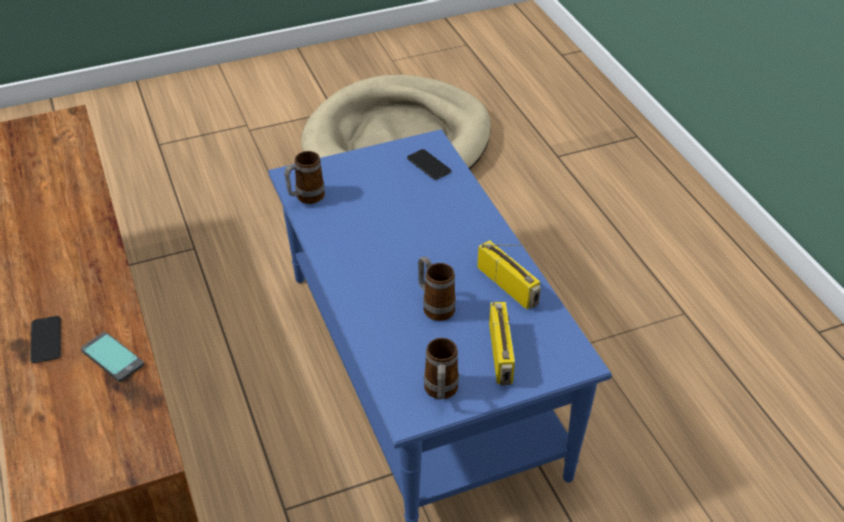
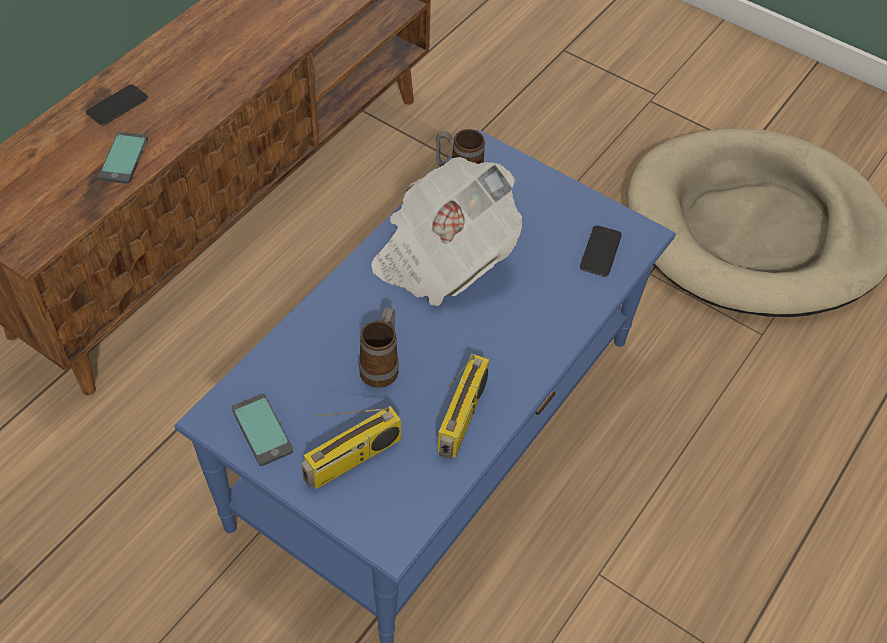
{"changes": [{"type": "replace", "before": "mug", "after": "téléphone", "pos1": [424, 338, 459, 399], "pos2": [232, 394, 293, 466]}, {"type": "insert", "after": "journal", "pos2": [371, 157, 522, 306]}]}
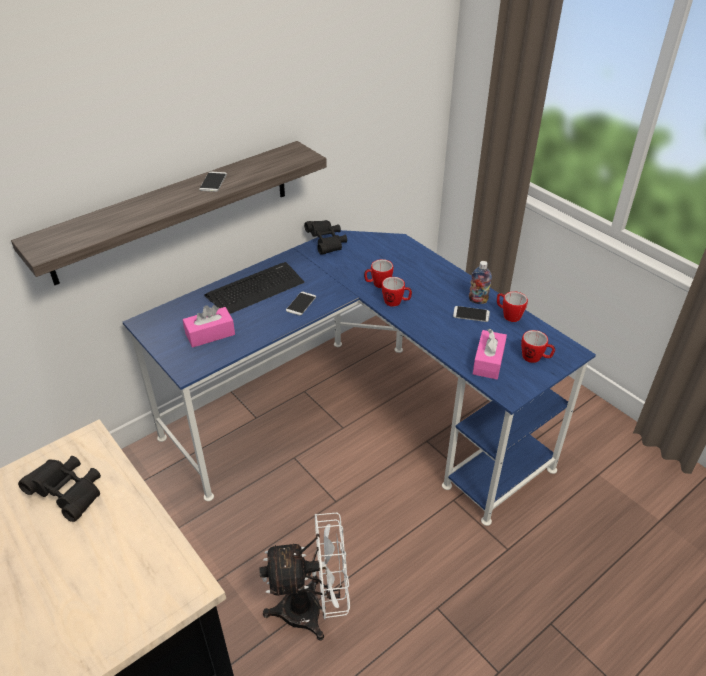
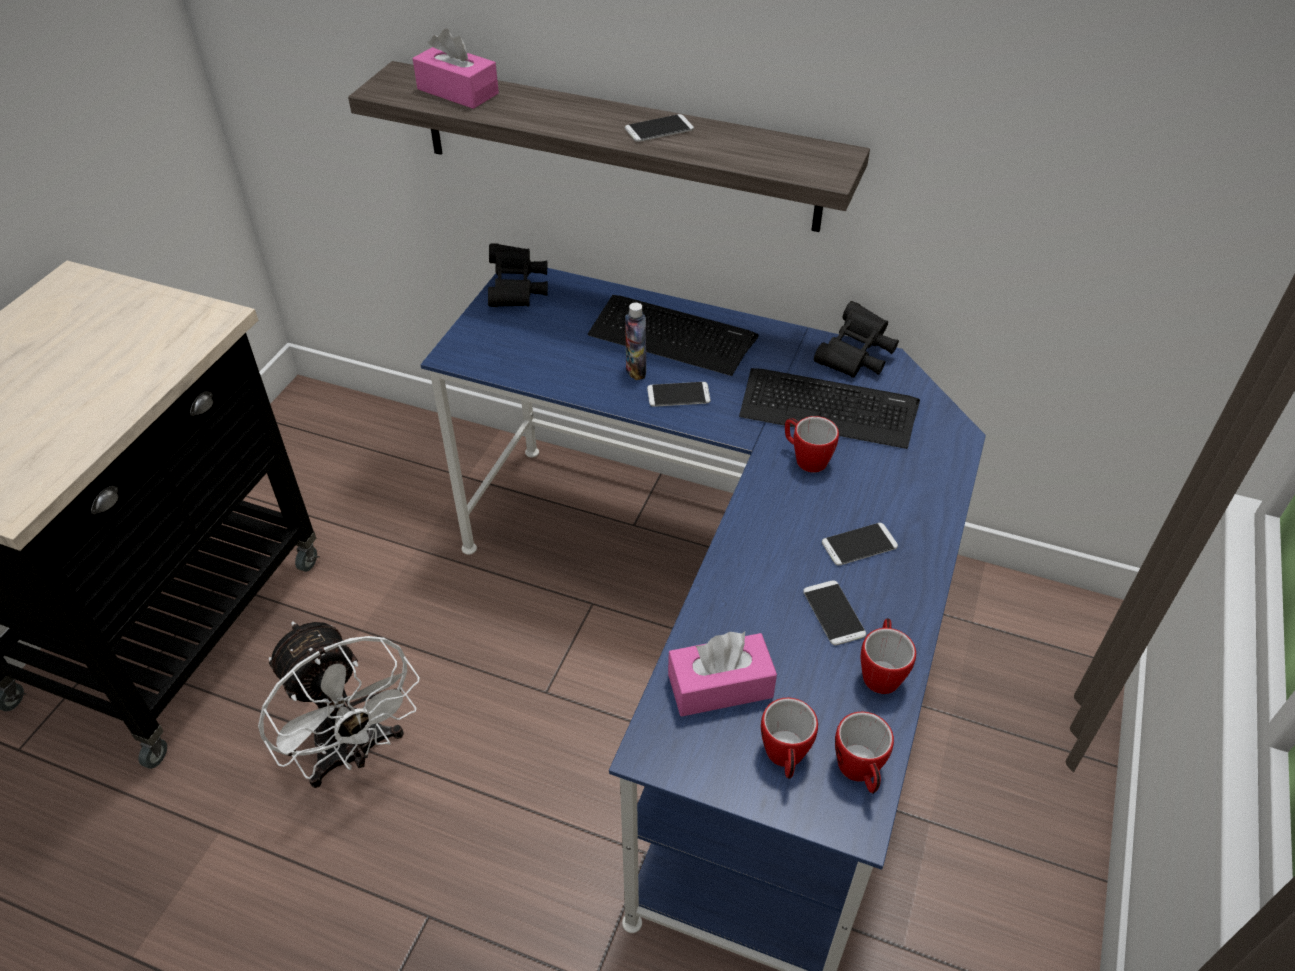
{"changes": [{"type": "move", "before": "jumelles (noir)", "pos1": [18, 456, 101, 522], "pos2": [488, 244, 548, 307]}, {"type": "move", "before": "boîte à mouchoirs (rose)", "pos1": [183, 305, 235, 348], "pos2": [413, 28, 499, 109]}, {"type": "move", "before": "mug", "pos1": [382, 277, 412, 307], "pos2": [835, 712, 894, 794]}, {"type": "move", "before": "bouteille", "pos1": [469, 261, 492, 304], "pos2": [625, 302, 646, 380]}, {"type": "insert", "after": "clavier", "pos2": [739, 368, 920, 449]}, {"type": "insert", "after": "téléphone", "pos2": [822, 523, 898, 566]}]}
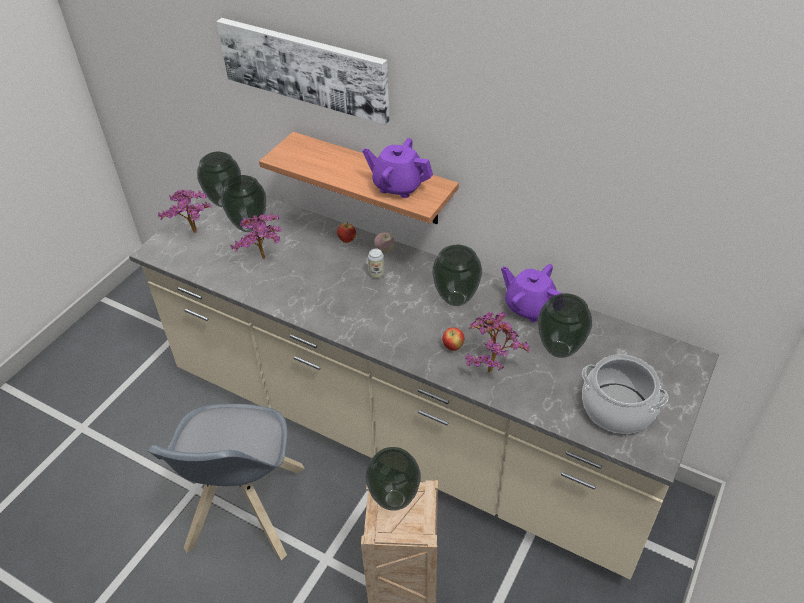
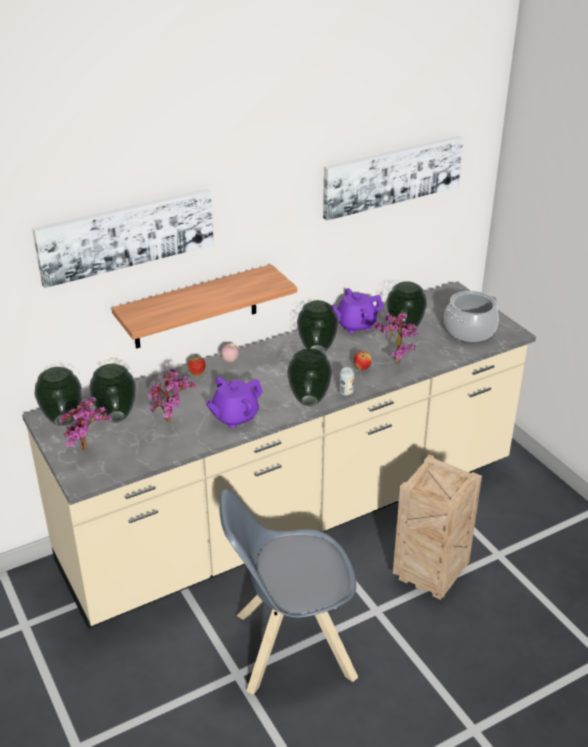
{"changes": [{"type": "rotate", "before": "chaise (gris)", "pos1": [147, 404, 305, 560], "pos2": [219, 489, 358, 695], "turn": 135}, {"type": "move", "before": "théière (violet)", "pos1": [362, 138, 433, 198], "pos2": [205, 377, 263, 428]}, {"type": "move", "before": "vase", "pos1": [365, 447, 421, 511], "pos2": [287, 348, 332, 406]}, {"type": "move", "before": "boîte métallique", "pos1": [368, 248, 385, 278], "pos2": [339, 367, 354, 396]}, {"type": "insert", "after": "tableau", "pos2": [323, 136, 463, 221]}]}
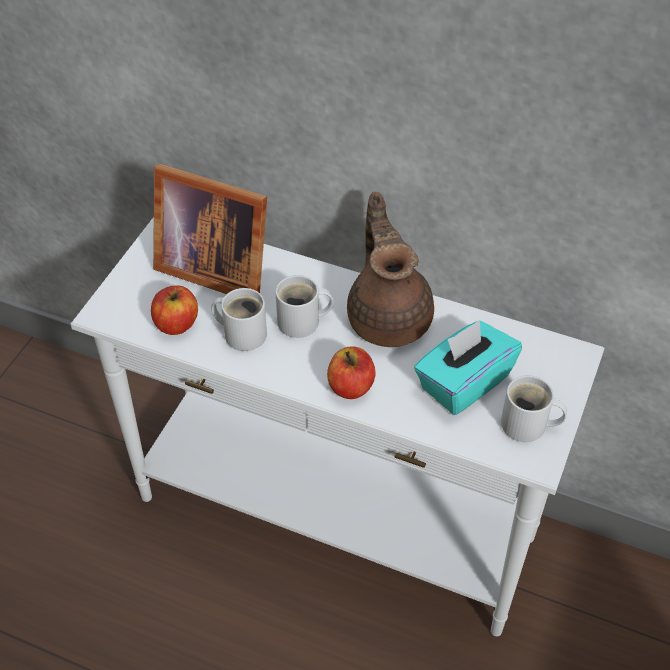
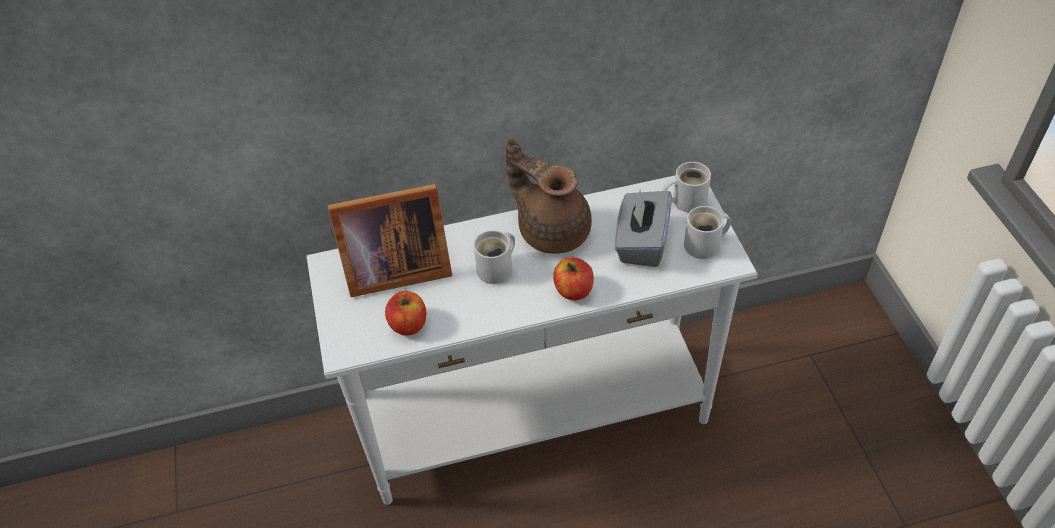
{"changes": [{"type": "move", "before": "mug (blanc)", "pos1": [211, 288, 267, 351], "pos2": [663, 162, 711, 213]}, {"type": "recolor", "before": "boîte à mouchoirs (turquoise)", "after": "boîte à mouchoirs (gris)", "pos1": [414, 320, 522, 415], "pos2": [615, 190, 672, 267]}]}
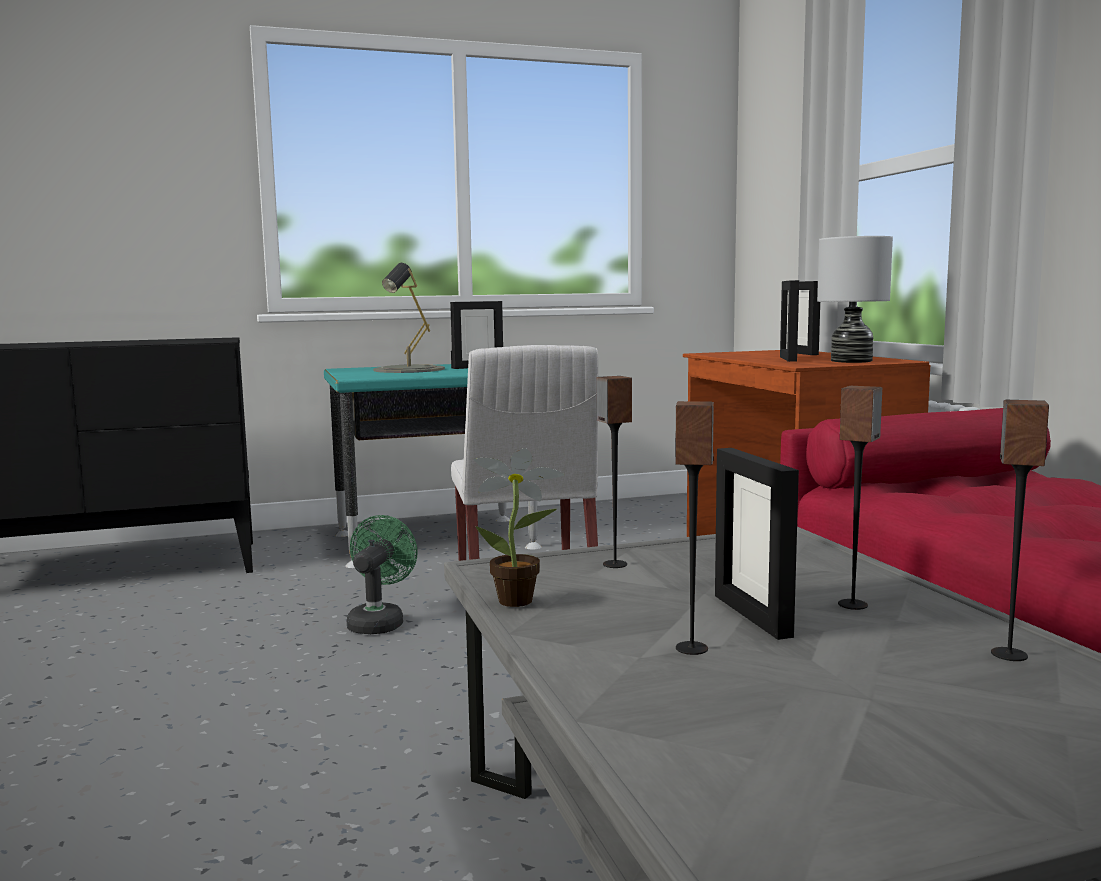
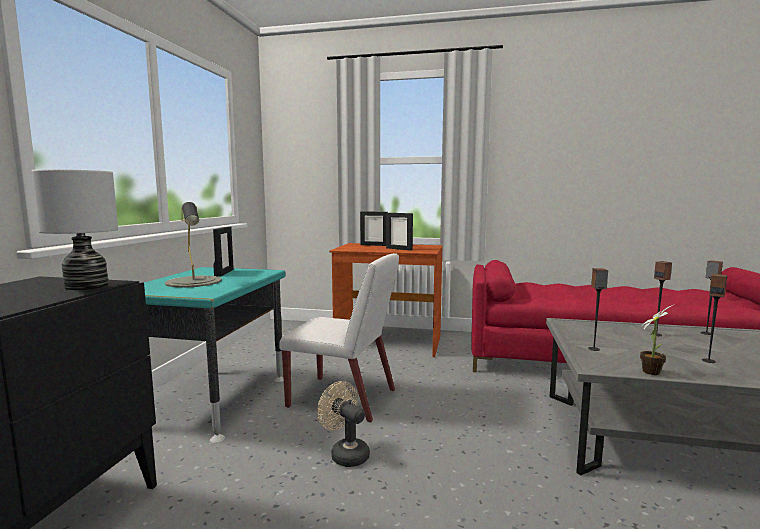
{"changes": [{"type": "recolor", "before": "ventilateur (vert)", "after": "ventilateur (beige)", "pos1": [347, 515, 418, 634], "pos2": [317, 381, 370, 467]}, {"type": "delete", "before": "cadre photo", "pos1": [715, 448, 799, 640]}, {"type": "move", "before": "lampe de table (gris)", "pos1": [817, 236, 893, 363], "pos2": [32, 169, 118, 290]}]}
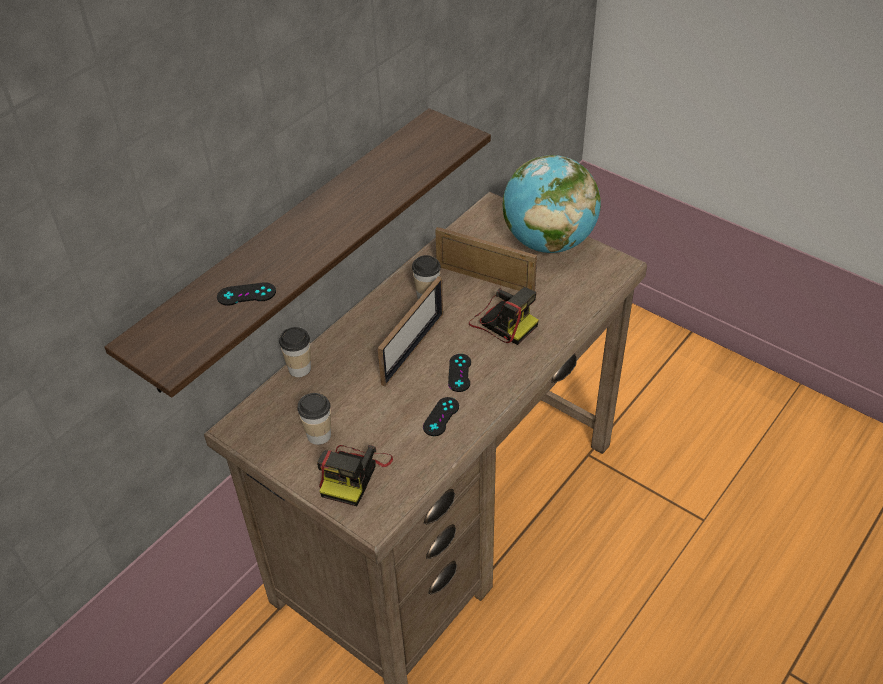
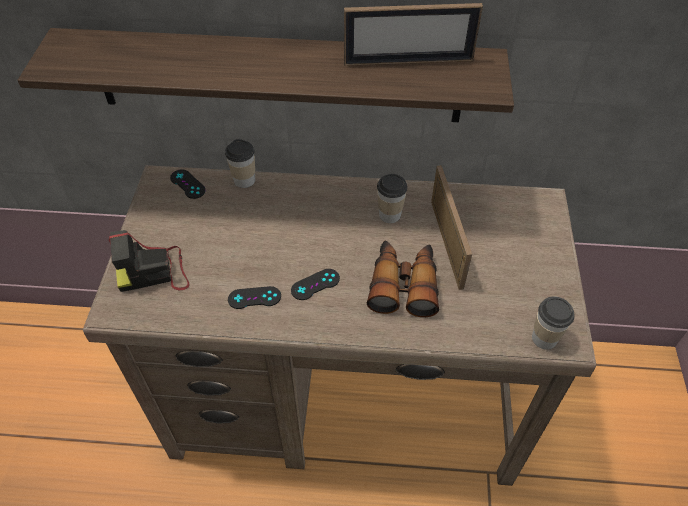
{"changes": [{"type": "move", "before": "manette (noir)", "pos1": [217, 282, 276, 306], "pos2": [170, 169, 206, 199]}, {"type": "move", "before": "tasse", "pos1": [298, 393, 331, 445], "pos2": [532, 296, 575, 350]}, {"type": "move", "before": "cadre photo", "pos1": [378, 276, 443, 386], "pos2": [344, 3, 483, 66]}, {"type": "replace", "before": "appareil photo", "after": "jumelles", "pos1": [469, 287, 539, 345], "pos2": [367, 240, 439, 317]}, {"type": "delete", "before": "globe", "pos1": [503, 155, 601, 253]}]}
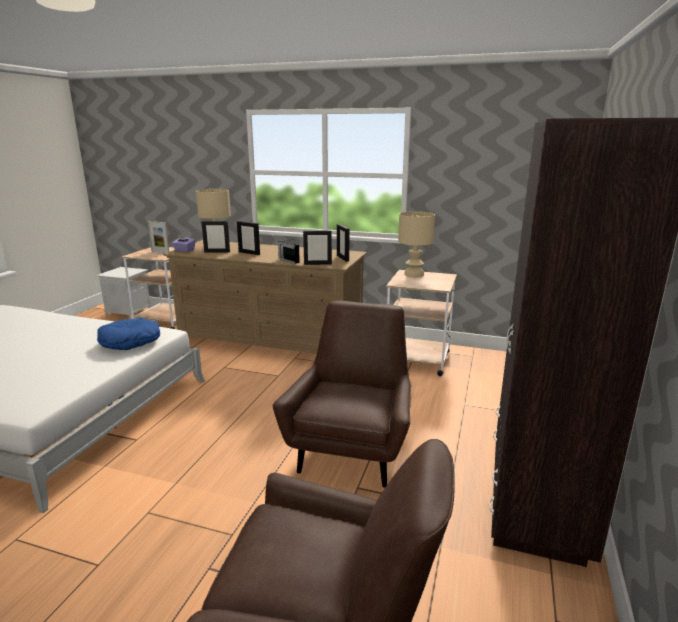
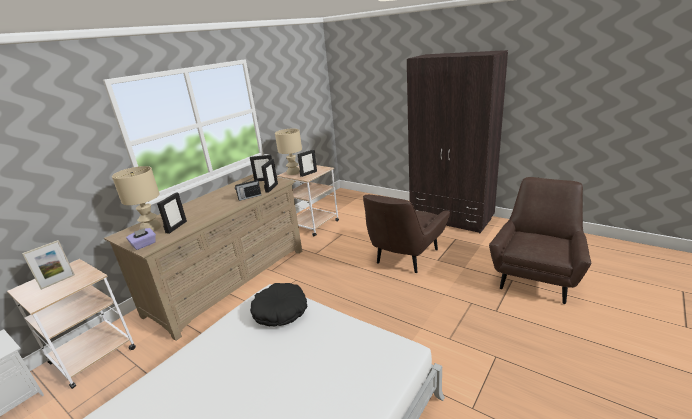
{"changes": [{"type": "recolor", "before": "coussin (bleu)", "after": "coussin (noir)", "pos1": [97, 317, 160, 350], "pos2": [250, 283, 307, 326]}, {"type": "move", "before": "cadre photo", "pos1": [237, 221, 260, 255], "pos2": [298, 150, 317, 177]}, {"type": "rotate", "before": "fauteuil (marron)", "pos1": [273, 301, 411, 488], "pos2": [363, 195, 450, 273], "turn": -90}]}
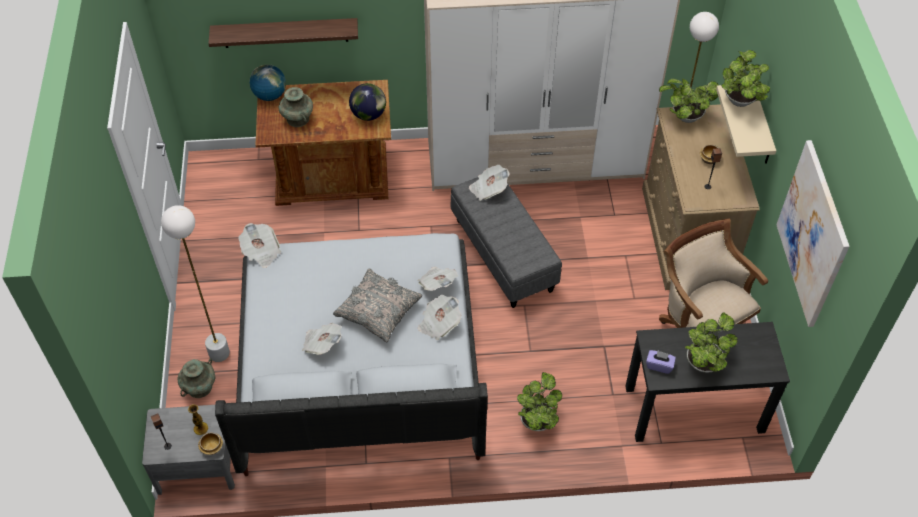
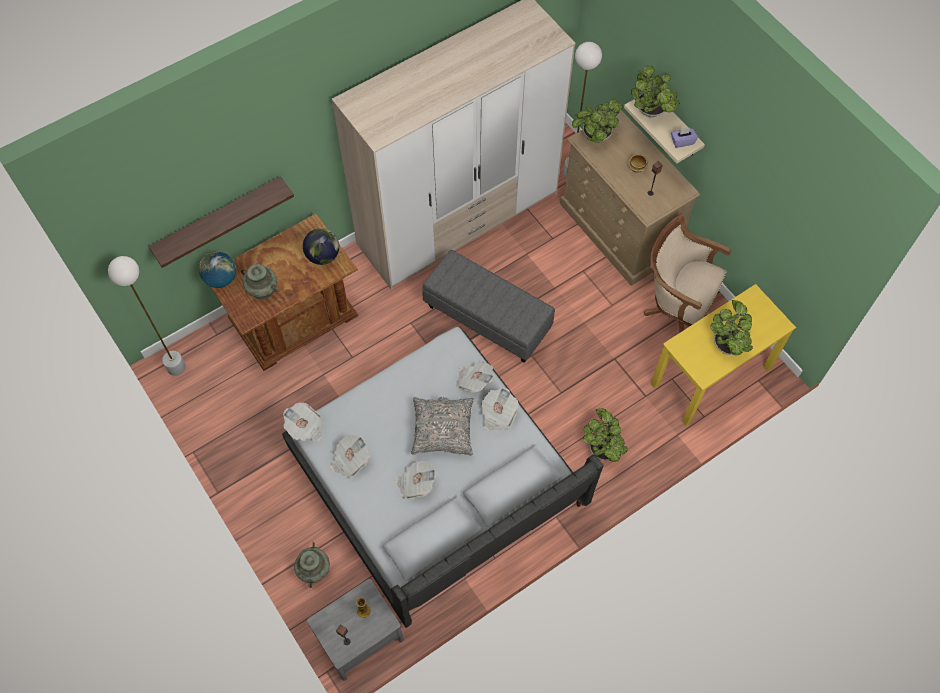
{"changes": [{"type": "move", "before": "lampadaire (blanc)", "pos1": [161, 205, 230, 362], "pos2": [108, 256, 186, 376]}, {"type": "delete", "before": "bol", "pos1": [198, 432, 223, 455]}, {"type": "move", "before": "journal", "pos1": [469, 165, 510, 201], "pos2": [330, 434, 369, 479]}, {"type": "recolor", "before": "bureau (noir)", "after": "bureau (jaune)", "pos1": [625, 322, 790, 442], "pos2": [651, 284, 796, 426]}, {"type": "move", "before": "boîte à mouchoirs (violet)", "pos1": [646, 350, 676, 374], "pos2": [671, 128, 698, 148]}, {"type": "delete", "before": "tableau", "pos1": [776, 140, 850, 327]}]}
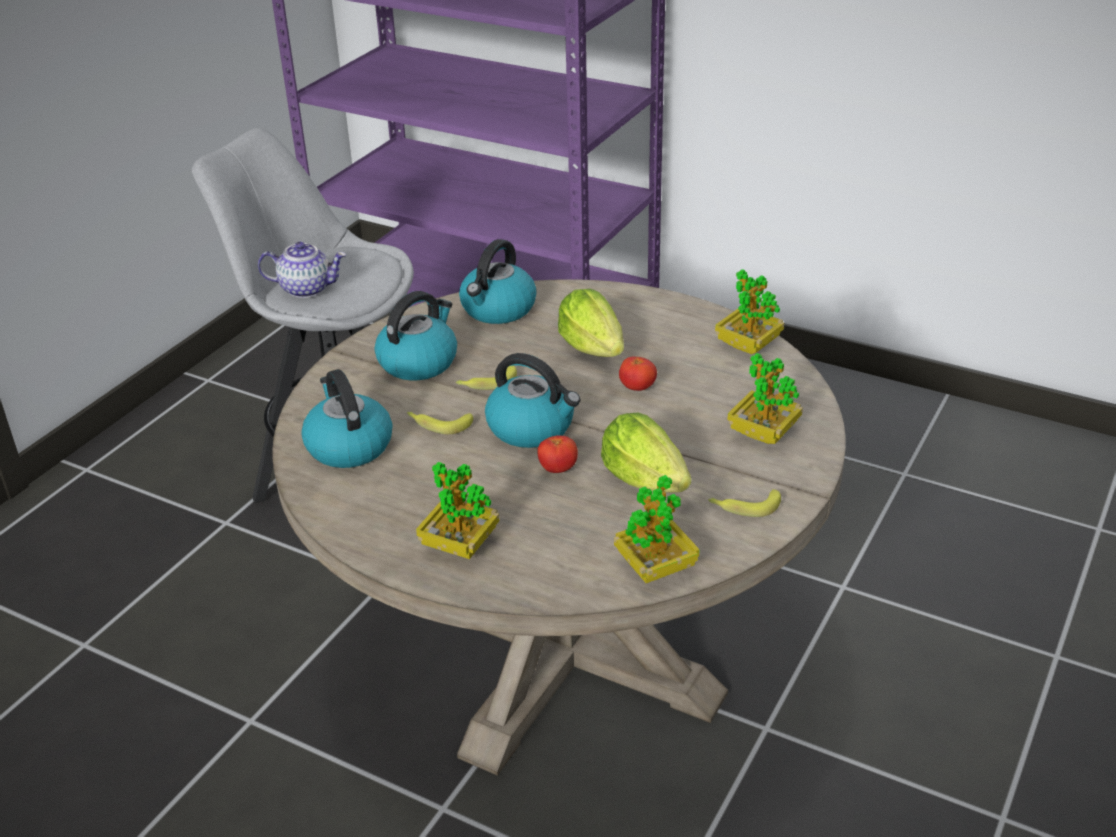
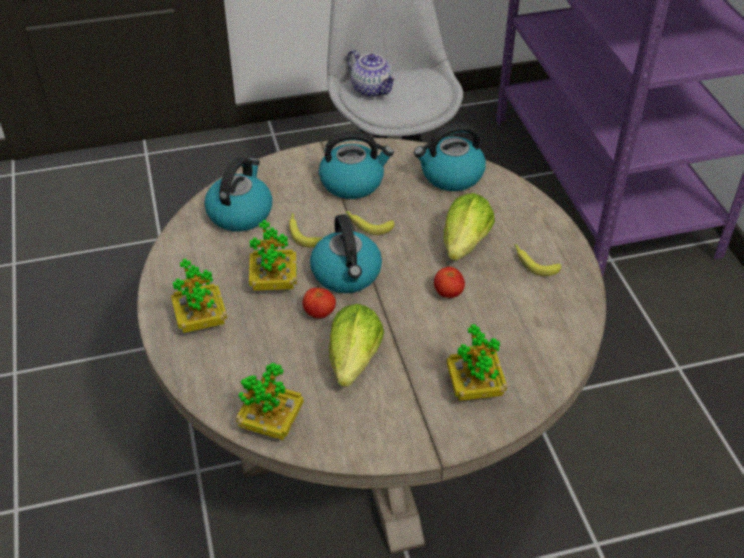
{"changes": [{"type": "move", "before": "banane", "pos1": [708, 489, 781, 517], "pos2": [514, 244, 561, 276]}, {"type": "move", "before": "plante en pot", "pos1": [715, 269, 784, 354], "pos2": [249, 220, 297, 291]}]}
